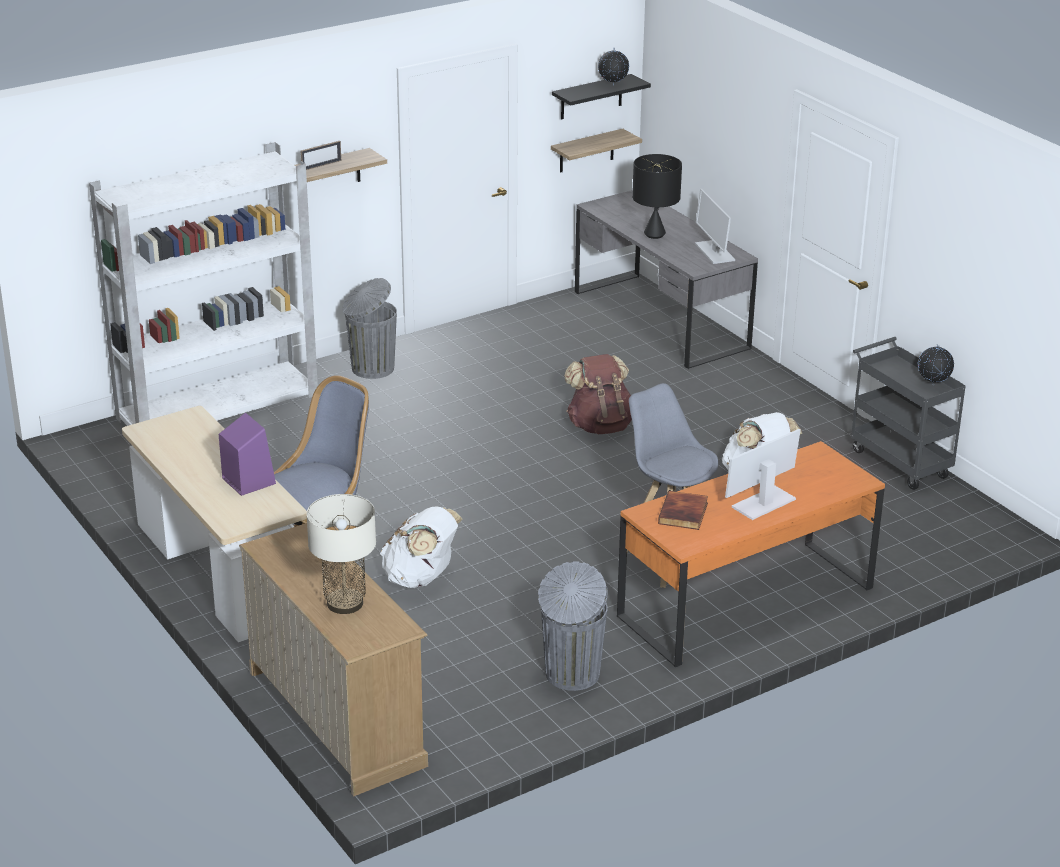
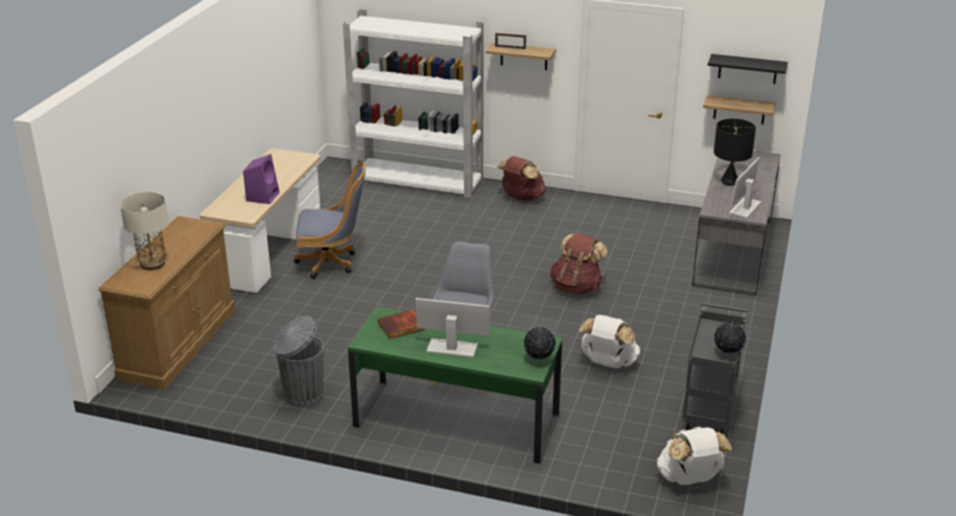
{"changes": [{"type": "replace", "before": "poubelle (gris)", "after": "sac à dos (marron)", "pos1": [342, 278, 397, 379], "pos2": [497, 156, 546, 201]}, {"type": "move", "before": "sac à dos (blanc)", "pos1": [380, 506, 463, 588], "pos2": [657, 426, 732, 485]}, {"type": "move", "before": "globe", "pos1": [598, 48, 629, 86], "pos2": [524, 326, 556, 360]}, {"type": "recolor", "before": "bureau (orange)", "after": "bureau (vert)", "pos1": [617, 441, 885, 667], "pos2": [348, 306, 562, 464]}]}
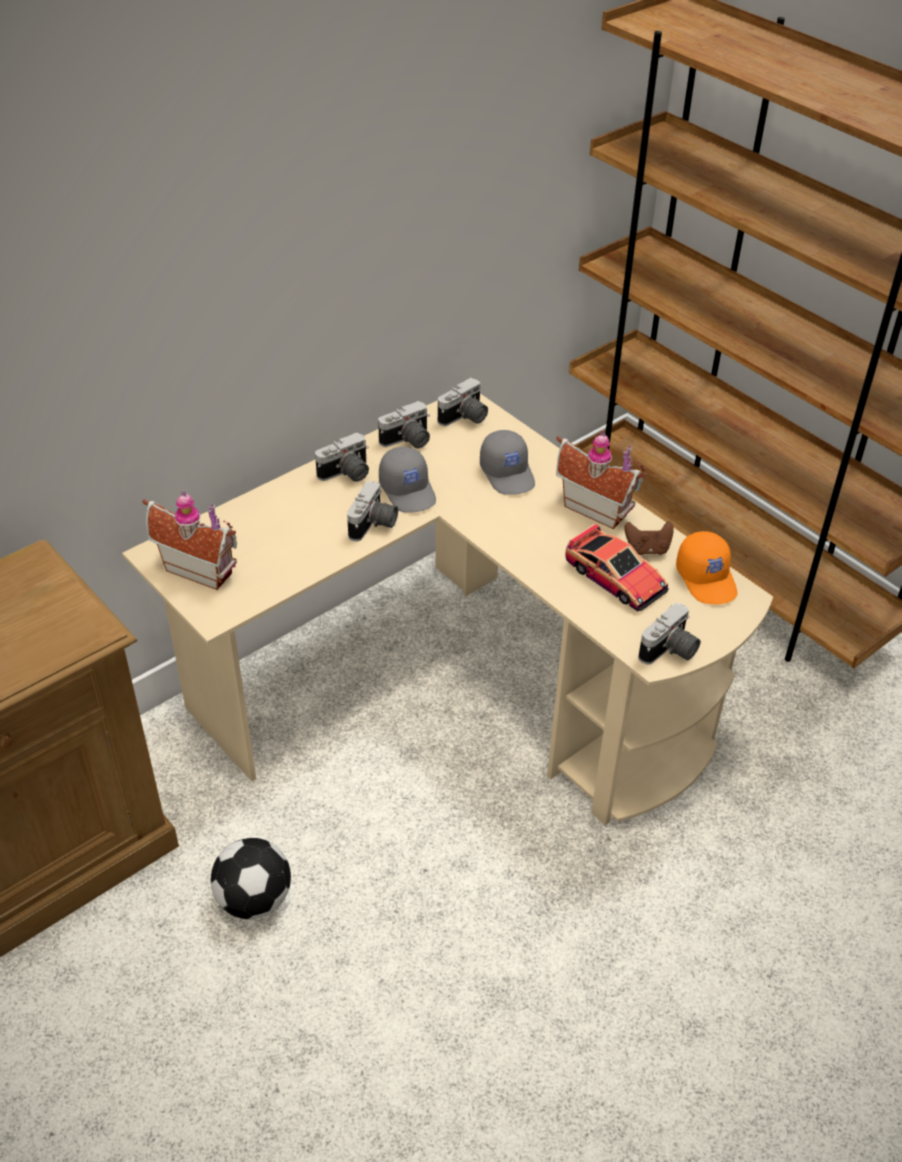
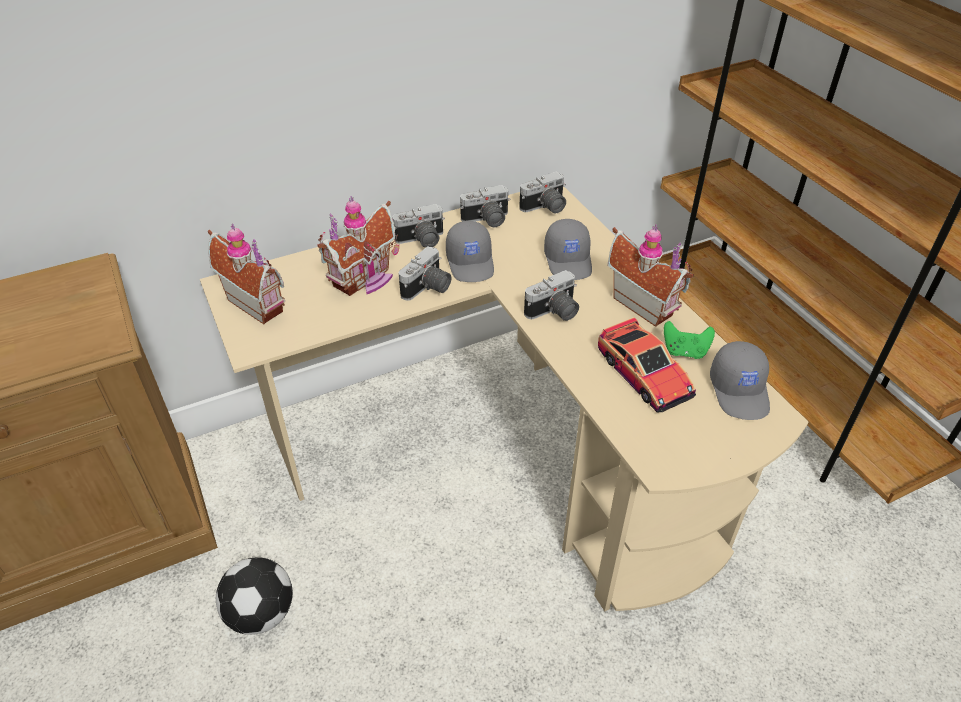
{"changes": [{"type": "recolor", "before": "manette (marron)", "after": "manette (vert)", "pos1": [625, 521, 674, 555], "pos2": [664, 321, 715, 359]}, {"type": "move", "before": "appareil photo", "pos1": [638, 603, 701, 664], "pos2": [524, 270, 579, 321]}, {"type": "recolor", "before": "casquette (orange)", "after": "casquette (gris)", "pos1": [676, 531, 738, 604], "pos2": [710, 341, 770, 420]}, {"type": "insert", "after": "maison miniature", "pos2": [317, 196, 399, 296]}]}
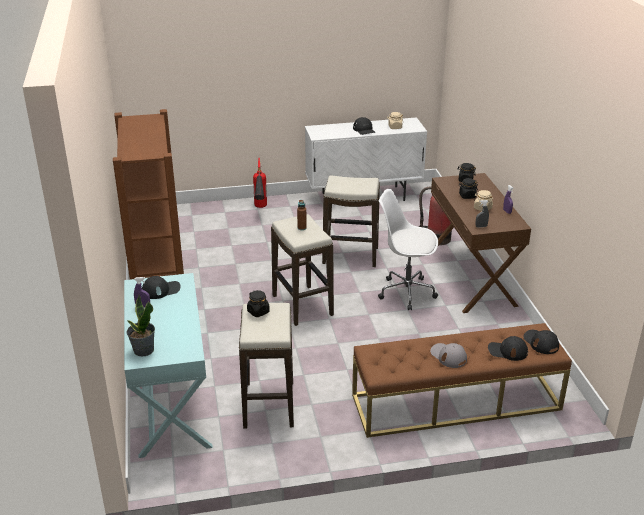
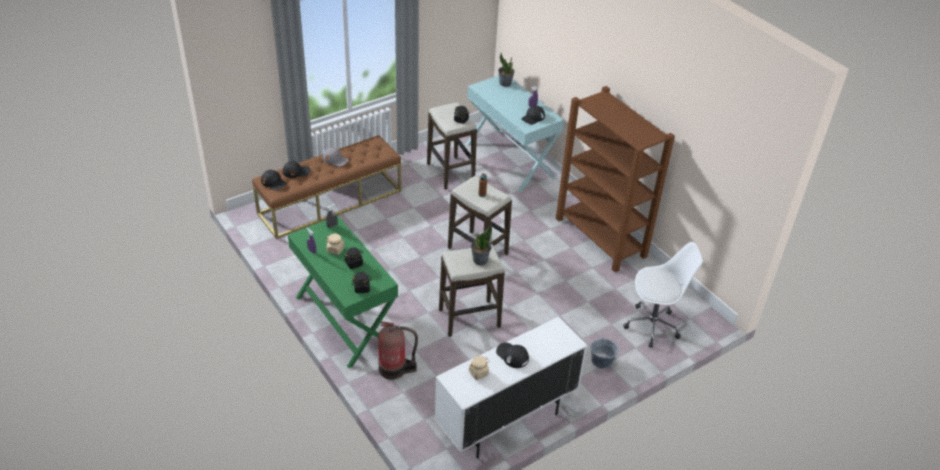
{"changes": [{"type": "replace", "before": "extincteur", "after": "seau (gris)", "pos1": [253, 158, 267, 208], "pos2": [590, 338, 618, 369]}, {"type": "move", "before": "chaise de bureau (blanc)", "pos1": [378, 189, 438, 310], "pos2": [623, 242, 703, 348]}, {"type": "recolor", "before": "bureau (marron)", "after": "bureau (vert)", "pos1": [431, 173, 531, 313], "pos2": [288, 216, 398, 368]}, {"type": "insert", "after": "plante en pot", "pos2": [471, 225, 492, 265]}]}
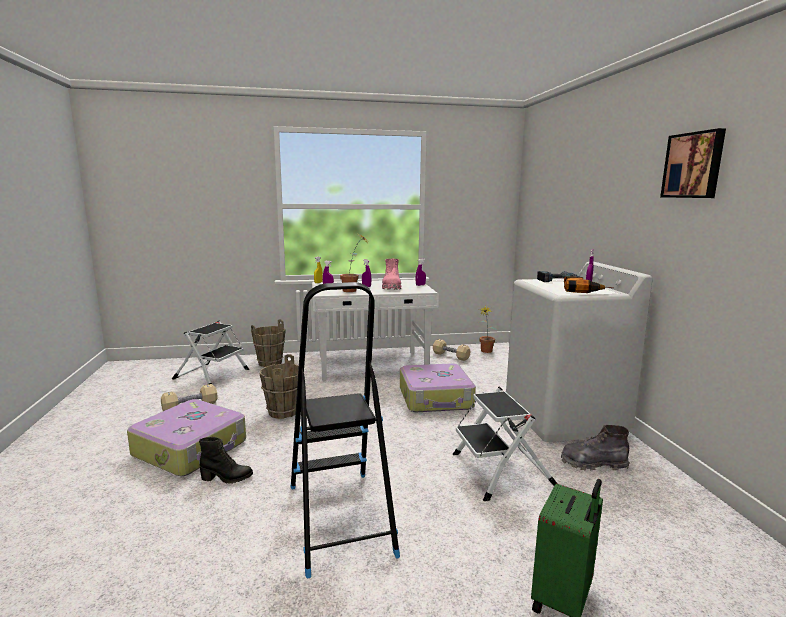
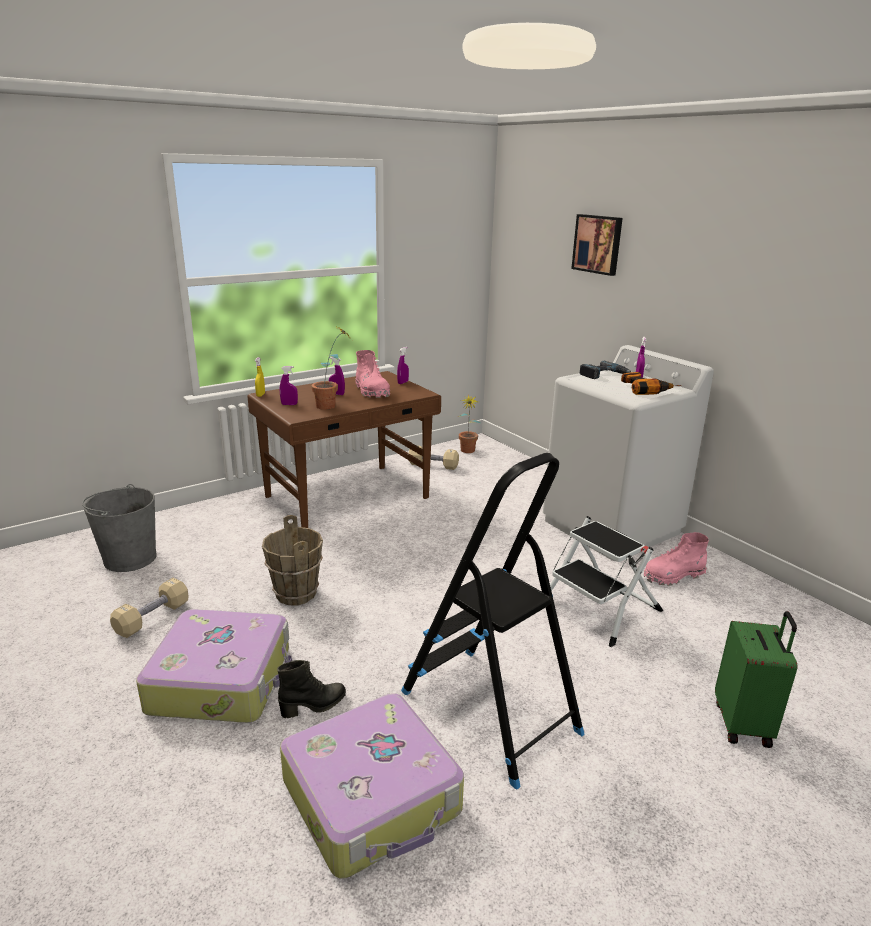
{"changes": [{"type": "replace", "before": "escabeau", "after": "seau (gris)", "pos1": [172, 320, 249, 385], "pos2": [82, 484, 157, 572]}, {"type": "delete", "before": "seau (marron)", "pos1": [251, 319, 286, 367]}, {"type": "recolor", "before": "bureau (blanc)", "after": "bureau (marron)", "pos1": [312, 280, 439, 381], "pos2": [247, 371, 441, 528]}, {"type": "move", "before": "valise", "pos1": [400, 363, 476, 412], "pos2": [280, 693, 464, 879]}, {"type": "recolor", "before": "botte (gris)", "after": "botte (rose)", "pos1": [561, 425, 630, 471], "pos2": [644, 532, 709, 586]}, {"type": "move", "before": "tableau", "pos1": [660, 128, 726, 198], "pos2": [571, 214, 623, 276]}]}
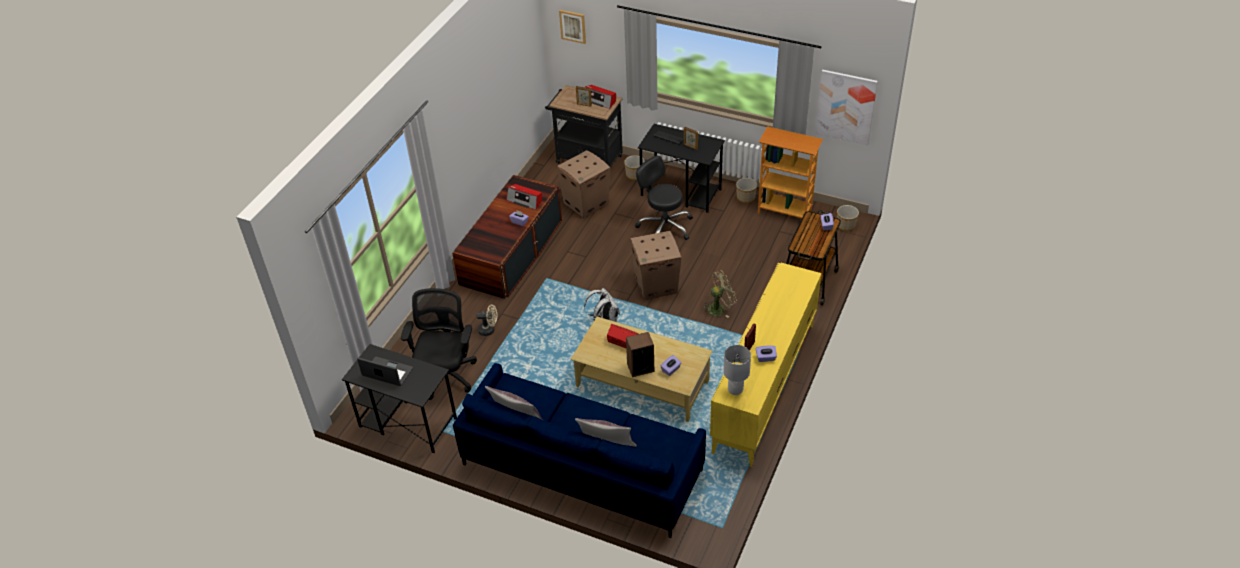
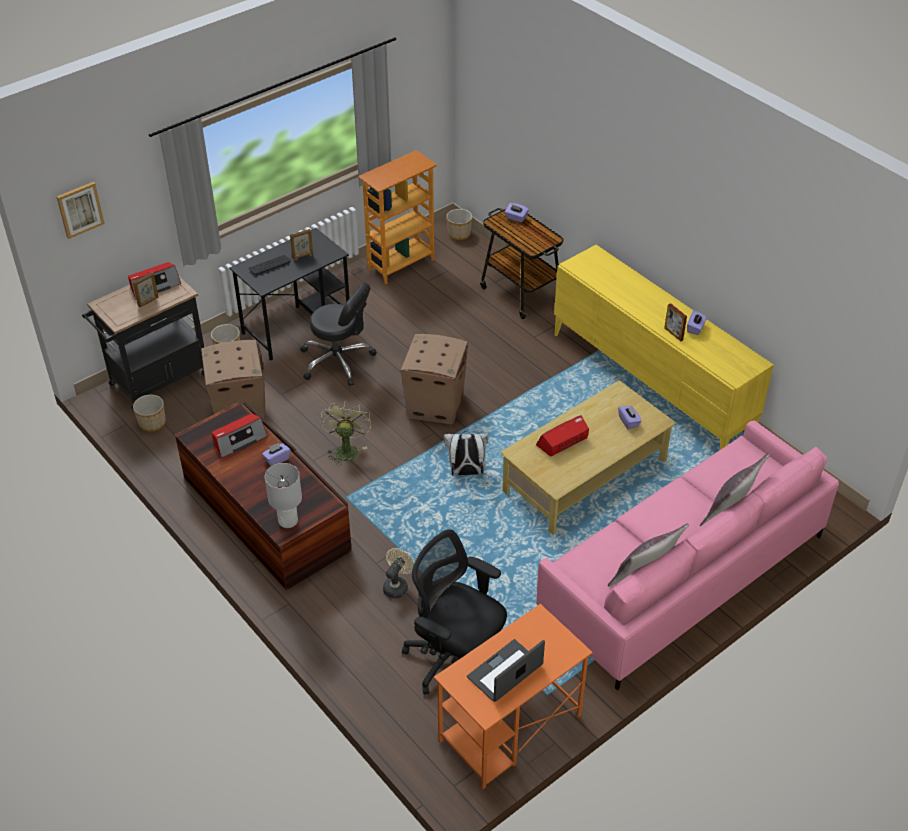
{"changes": [{"type": "recolor", "before": "bureau (noir)", "after": "bureau (orange)", "pos1": [342, 344, 457, 453], "pos2": [434, 604, 593, 789]}, {"type": "recolor", "before": "canapé (bleu)", "after": "canapé (rose)", "pos1": [453, 363, 706, 538], "pos2": [536, 420, 839, 690]}, {"type": "delete", "before": "enceinte", "pos1": [626, 332, 654, 377]}, {"type": "rotate", "before": "chaise de bureau (noir)", "pos1": [635, 155, 693, 240], "pos2": [300, 283, 377, 386], "turn": -135}, {"type": "move", "before": "ventilateur (vert)", "pos1": [702, 270, 737, 318], "pos2": [320, 401, 371, 466]}, {"type": "move", "before": "lampe de table (gris)", "pos1": [723, 345, 751, 395], "pos2": [265, 463, 302, 528]}, {"type": "move", "before": "cache-pot", "pos1": [736, 178, 757, 203], "pos2": [133, 394, 166, 432]}, {"type": "delete", "before": "tableau", "pos1": [815, 70, 878, 145]}]}
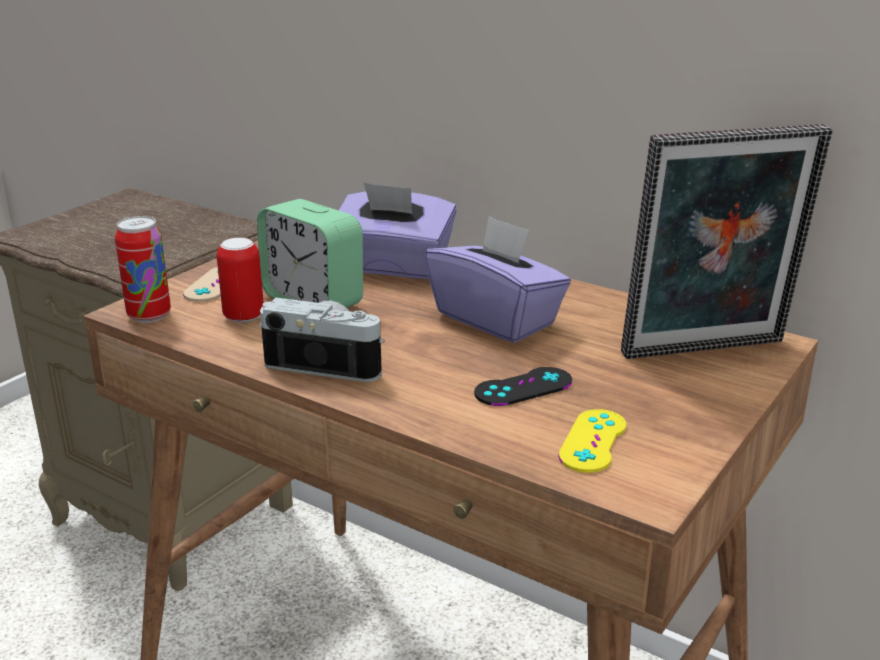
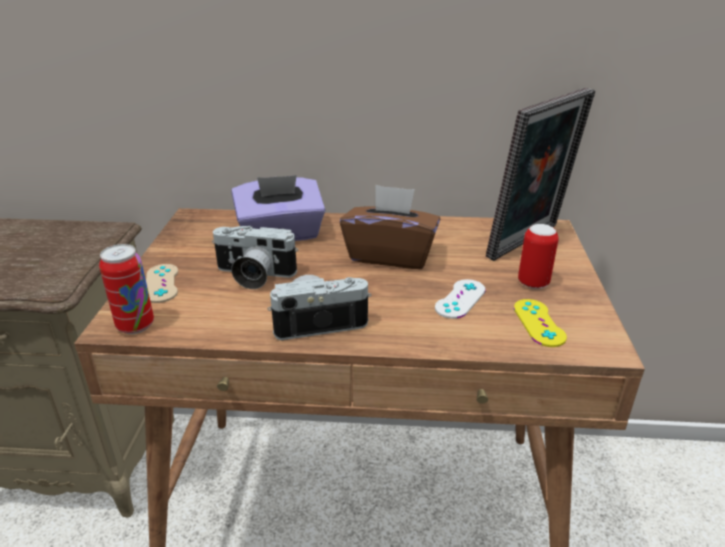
{"changes": [{"type": "move", "before": "boîte métallique", "pos1": [217, 238, 264, 323], "pos2": [518, 224, 559, 289]}, {"type": "replace", "before": "réveil", "after": "appareil photo", "pos1": [257, 199, 363, 308], "pos2": [212, 226, 298, 289]}, {"type": "recolor", "before": "boîte à mouchoirs (violet)", "after": "boîte à mouchoirs (marron)", "pos1": [425, 216, 571, 343], "pos2": [340, 185, 440, 269]}, {"type": "recolor", "before": "manette (noir)", "after": "manette (blanc)", "pos1": [474, 367, 572, 406], "pos2": [435, 279, 486, 319]}]}
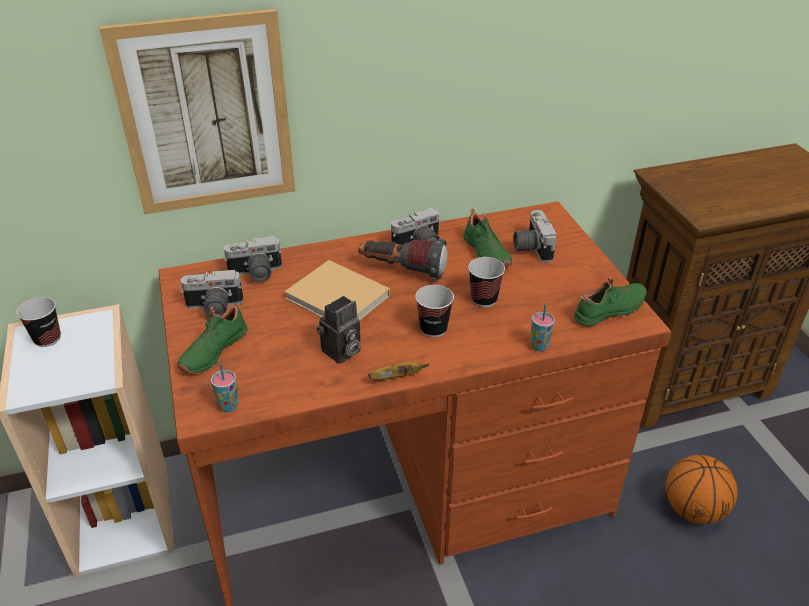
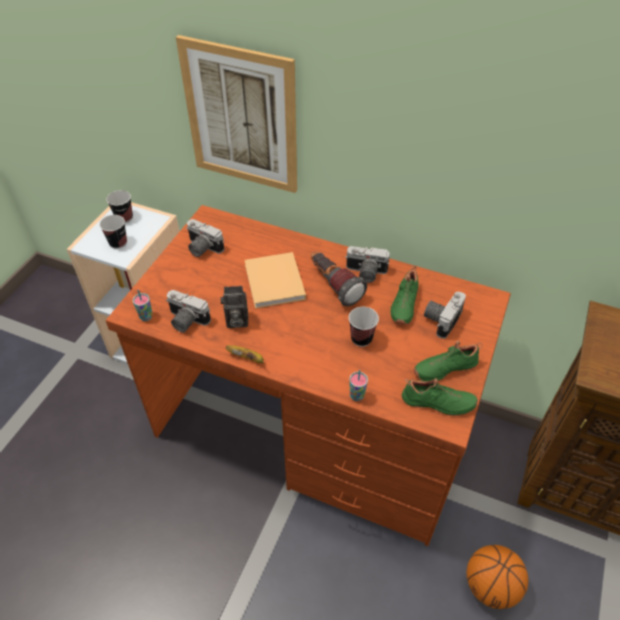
{"changes": [{"type": "move", "before": "chaussure (vert)", "pos1": [178, 301, 247, 374], "pos2": [414, 341, 483, 381]}, {"type": "move", "before": "appareil photo", "pos1": [224, 236, 282, 282], "pos2": [166, 290, 211, 332]}, {"type": "move", "before": "tasse", "pos1": [415, 285, 454, 337], "pos2": [99, 215, 127, 249]}]}
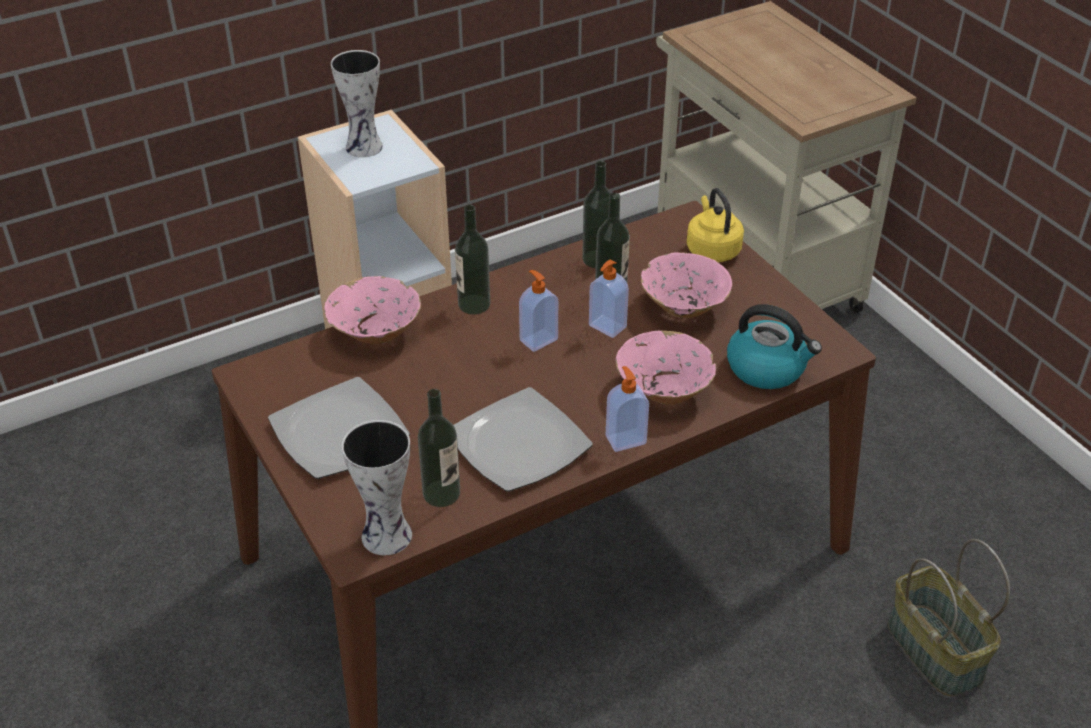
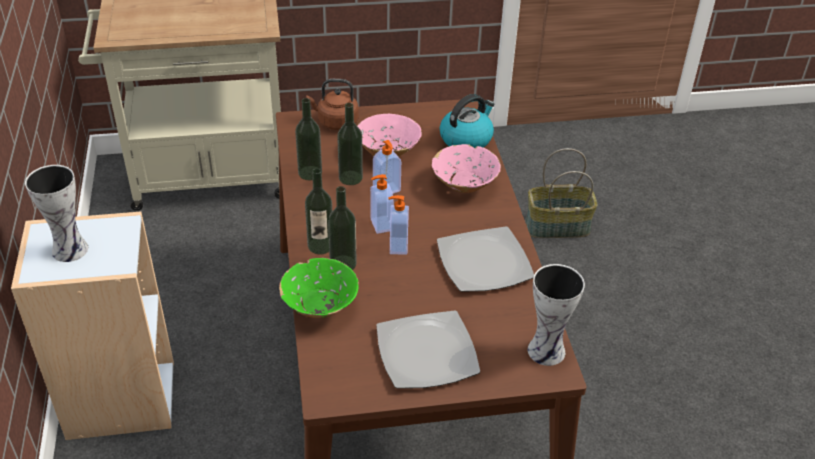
{"changes": [{"type": "recolor", "before": "bol (rose)", "after": "bol (vert)", "pos1": [325, 276, 421, 344], "pos2": [279, 258, 359, 318]}, {"type": "move", "before": "bouteille", "pos1": [418, 389, 460, 507], "pos2": [328, 186, 357, 270]}, {"type": "move", "before": "distributeur de savon", "pos1": [606, 366, 649, 452], "pos2": [389, 195, 409, 255]}, {"type": "recolor", "before": "bouilloire (jaune)", "after": "bouilloire (marron)", "pos1": [687, 188, 744, 262], "pos2": [307, 79, 359, 130]}]}
